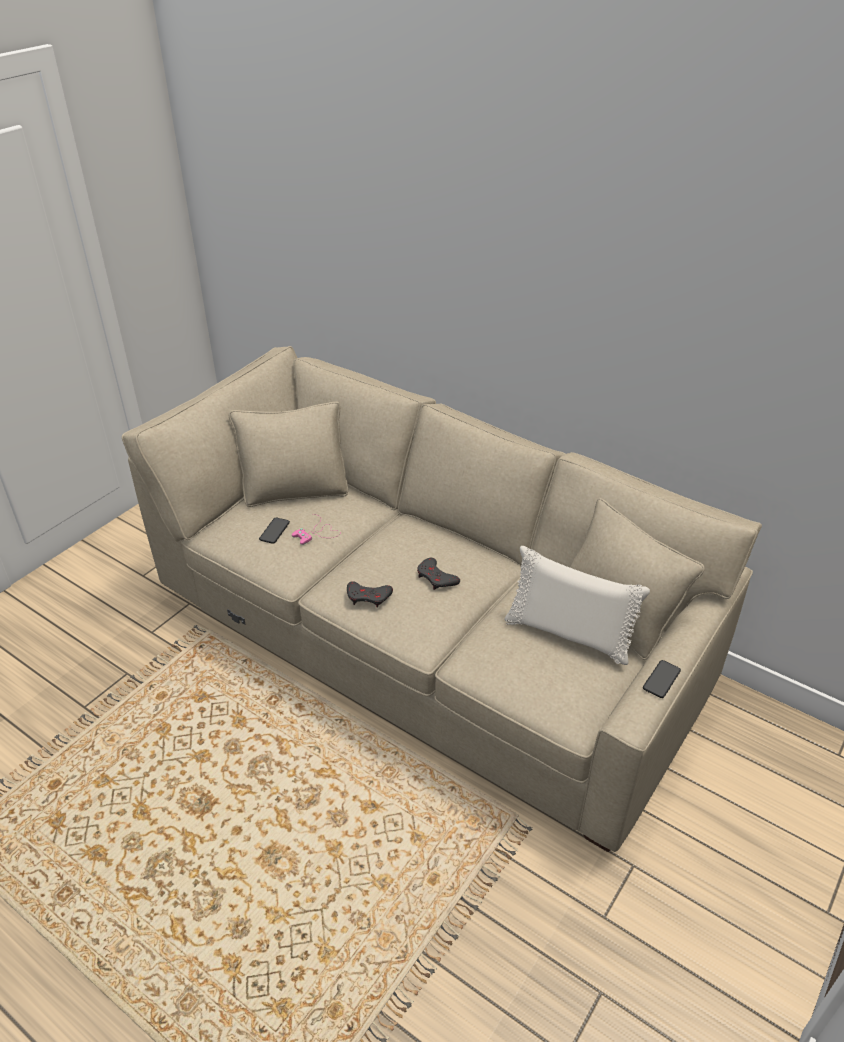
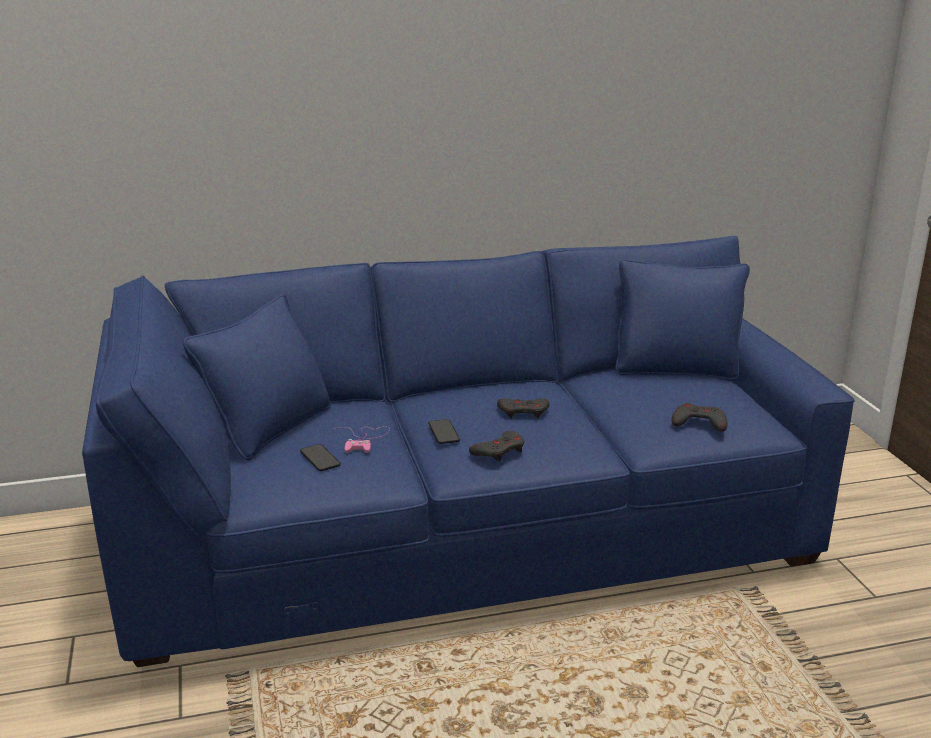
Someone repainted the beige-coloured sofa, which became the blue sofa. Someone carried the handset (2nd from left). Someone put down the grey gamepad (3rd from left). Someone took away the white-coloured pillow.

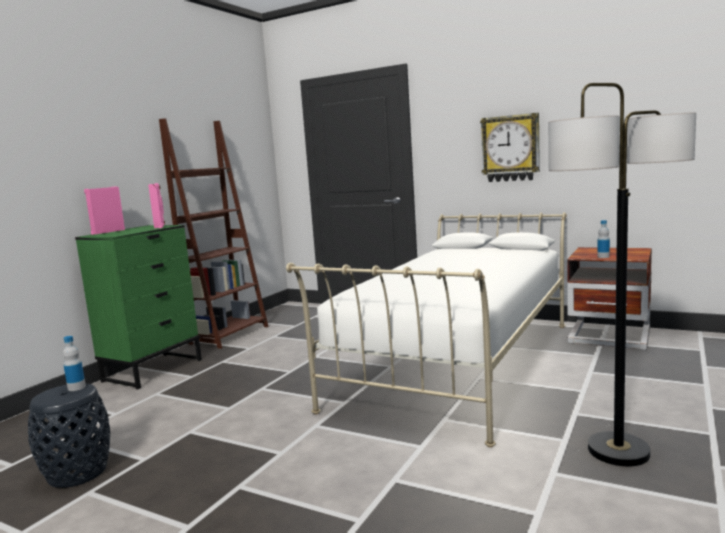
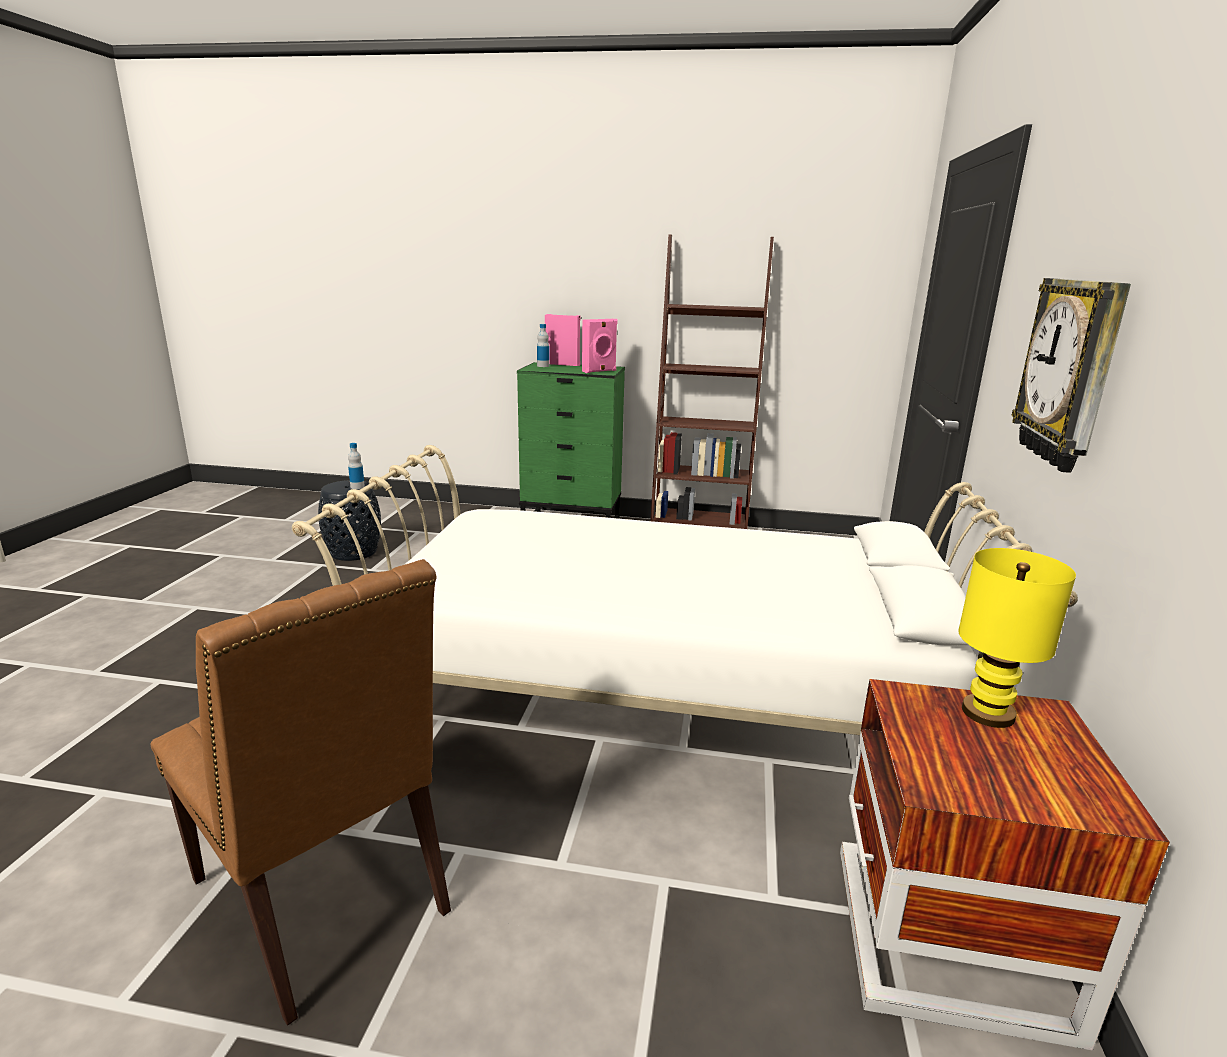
Someone swapped the standard lamp for the brown-coloured upright chair. Someone carried the beverage bottle (2nd from left). Someone put down the yellow-coloured lamp for a table.

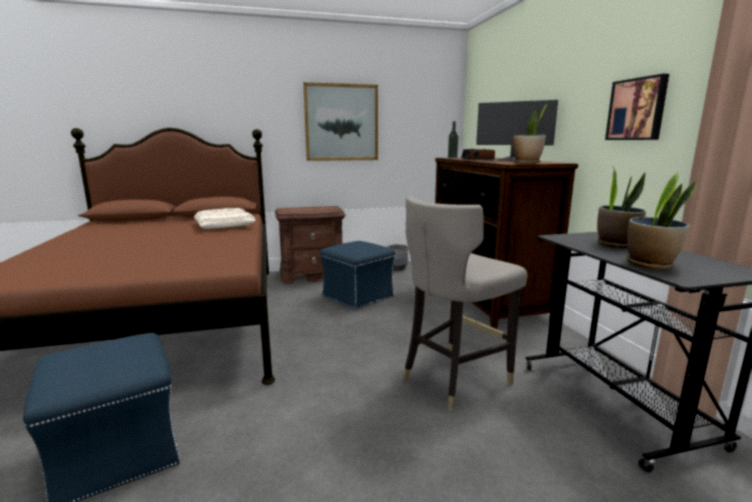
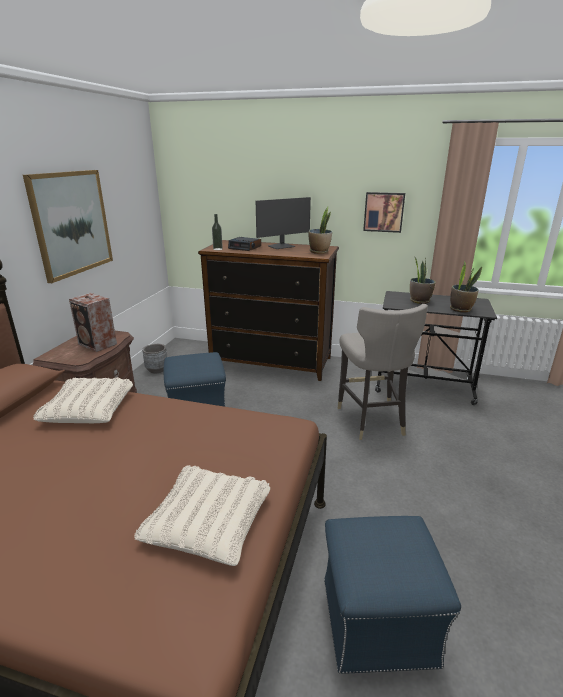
Someone put down the loudspeaker. Someone put down the beige-coloured pillow (2nd from left).

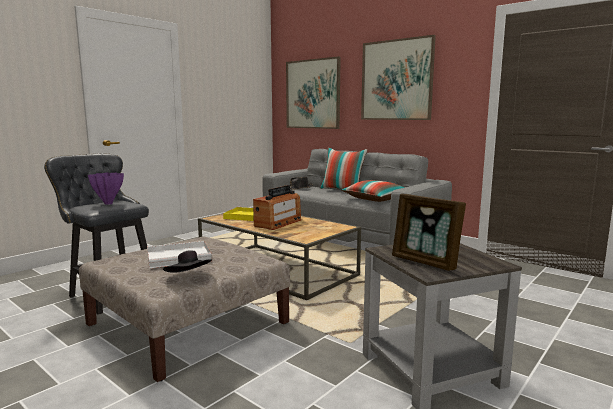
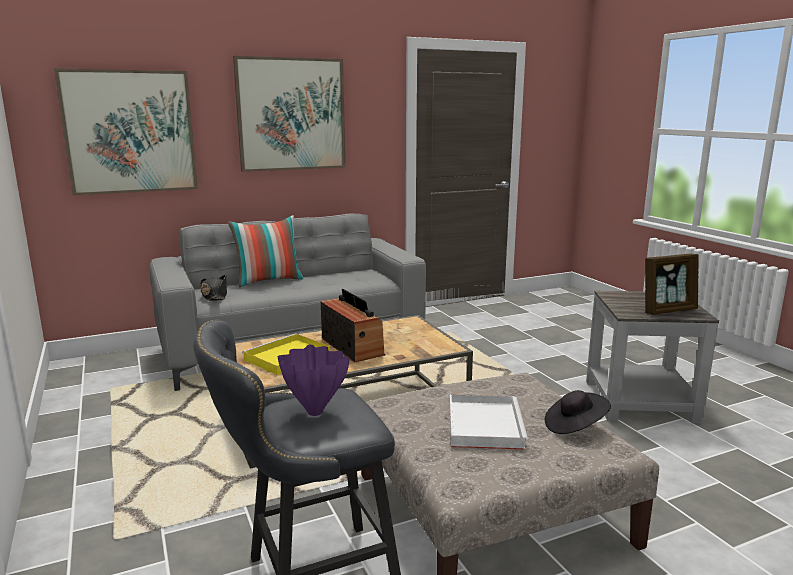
Someone took away the pillow (2nd from left).

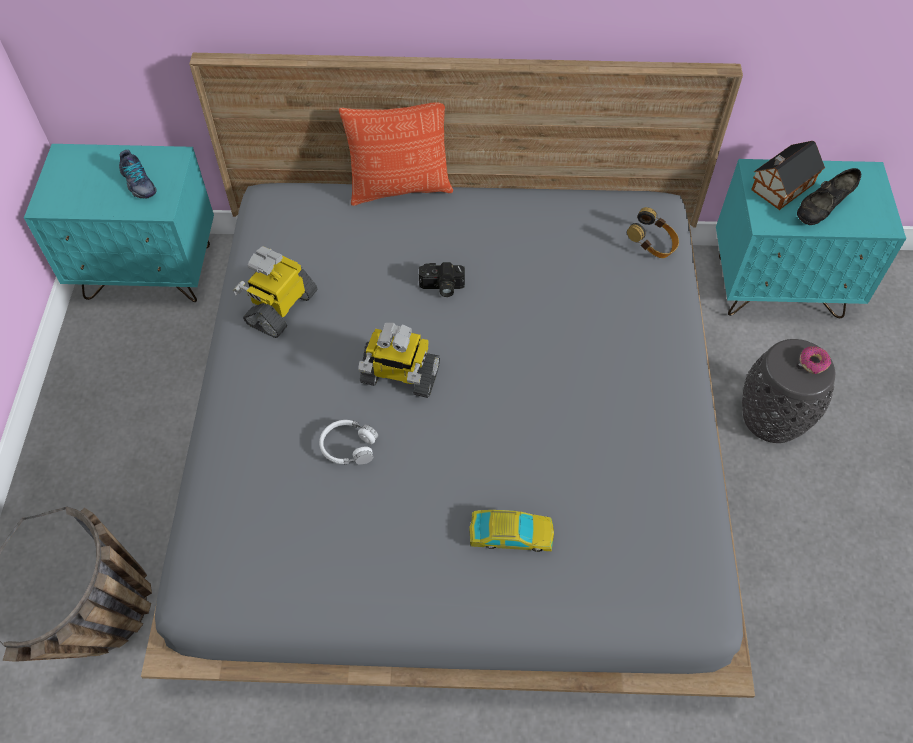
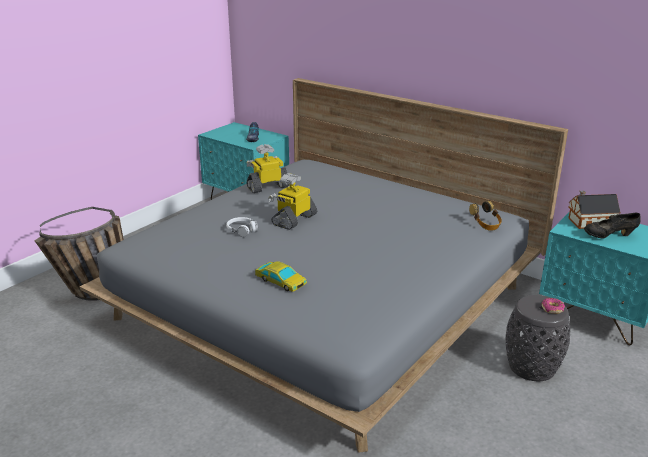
Someone rotated the robot figure (2nd from left) by 75 degrees clockwise. Someone took away the orange-coloured pillow. Someone took away the still camera.

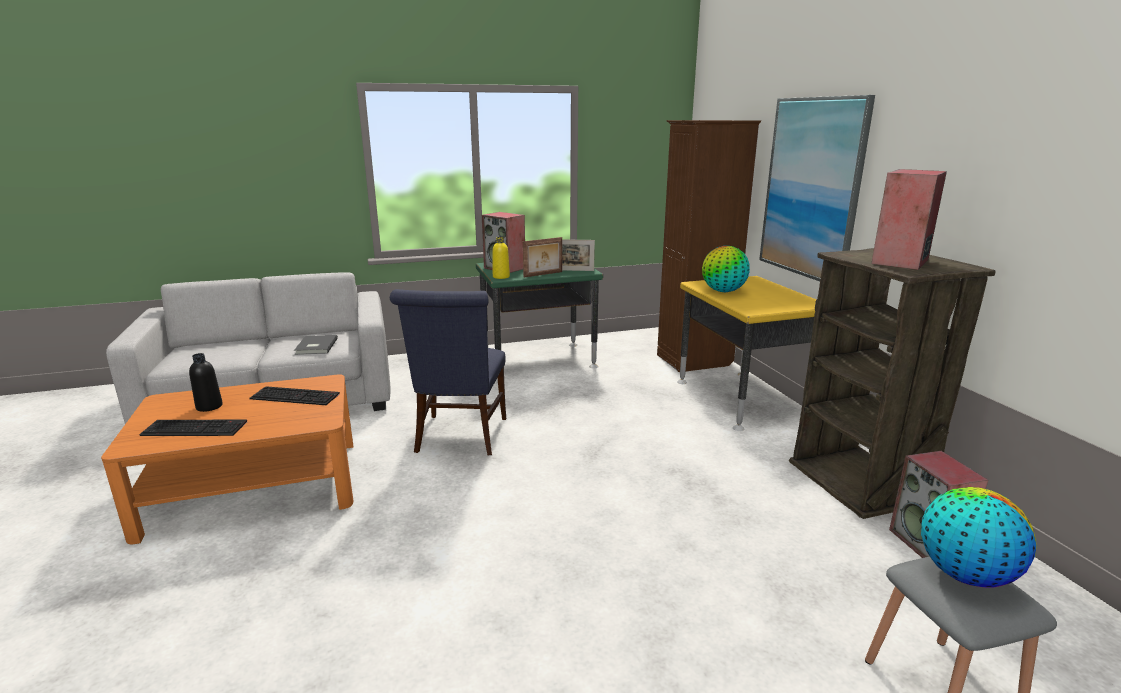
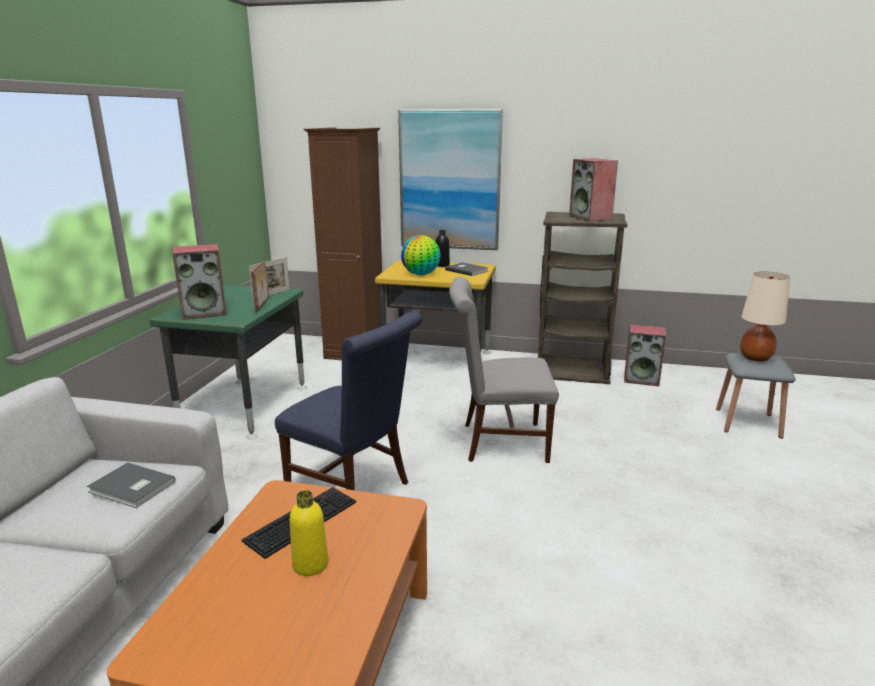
Someone carried the yellow-coloured beverage bottle. Someone carried the blackish beverage bottle. Someone put down the grey volume (2nd from left). Someone put down the grey upright chair. Someone swapped the globe (2nd from left) for the beige-coloured lamp for a table. Someone took away the computer keyboard (1st from left).

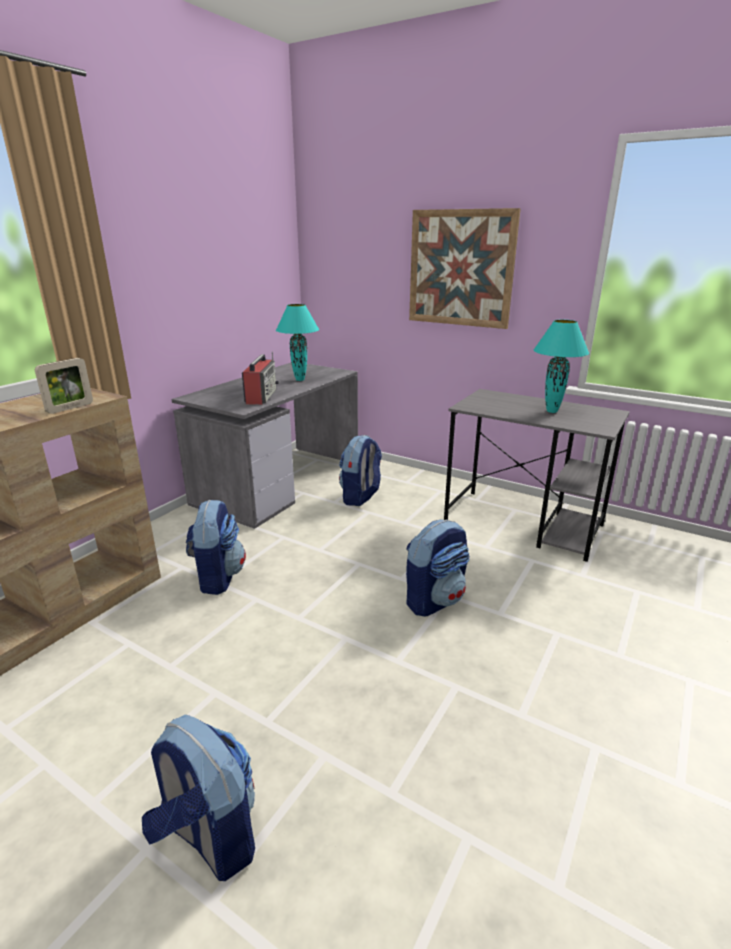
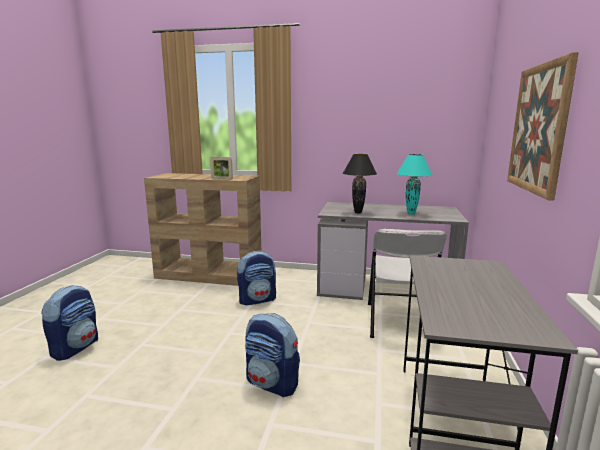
Someone swapped the radio for the blackish lamp for a table. Someone swapped the backpack (3rd from left) for the white-coloured upright chair. Someone took away the blue-green lamp for a table (2nd from left).

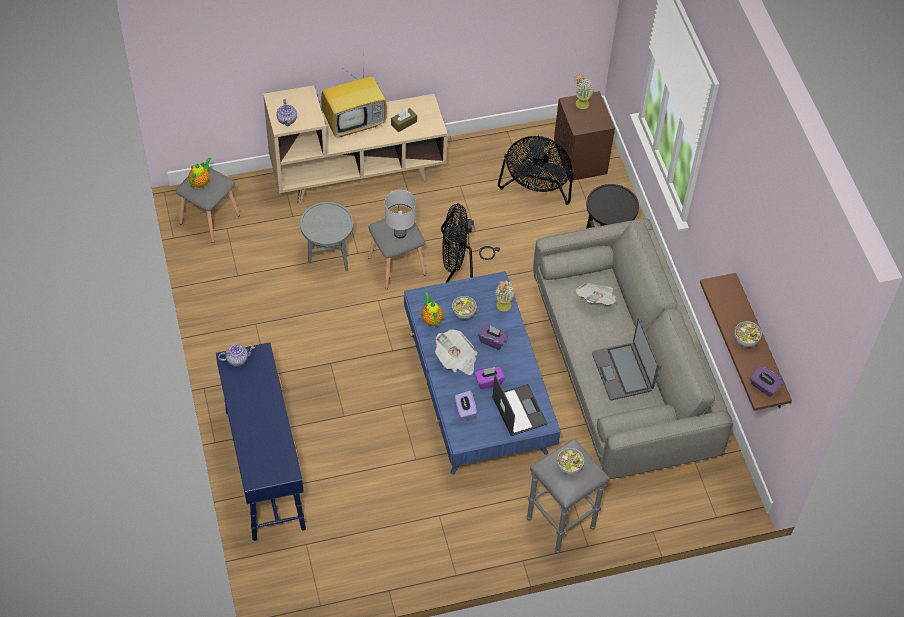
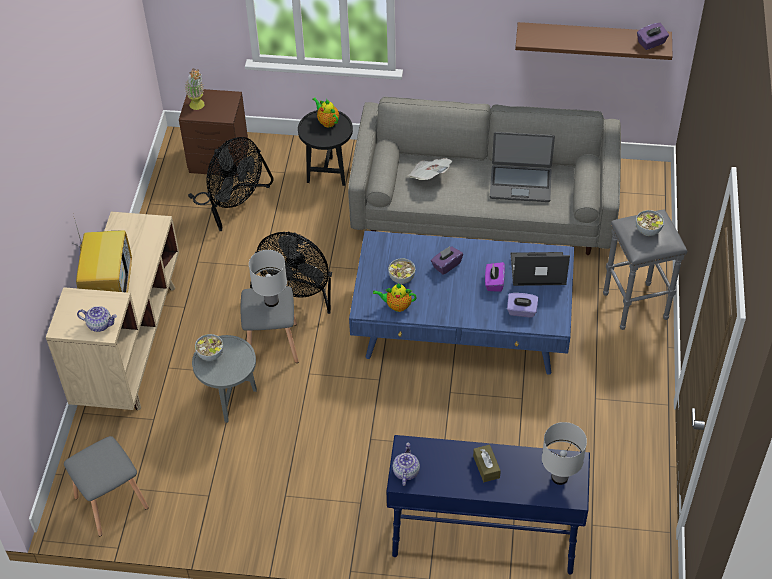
Someone carried the bowl (3rd from left in the first image). Someone carried the pot for tea (1st from left in the first image). Someone carried the brown-coloured tissue box. Someone put down the white-coloured lamp for a table (2nd from left). Someone took away the printed paper (1st from left). Someone took away the houseplant (1st from left).

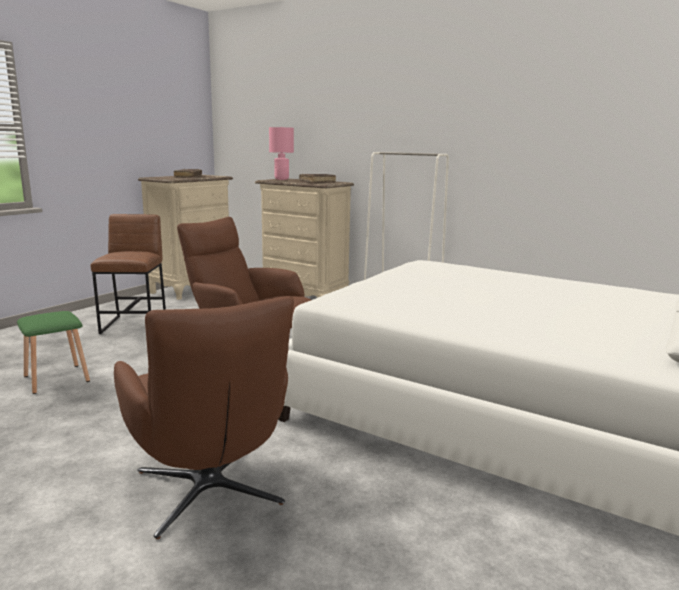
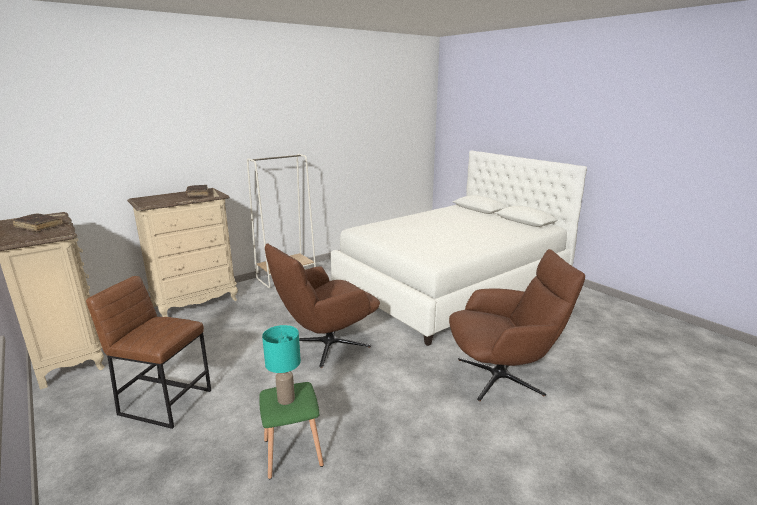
Someone put down the blue-green lamp for a table. Someone took away the pinkish lamp for a table.

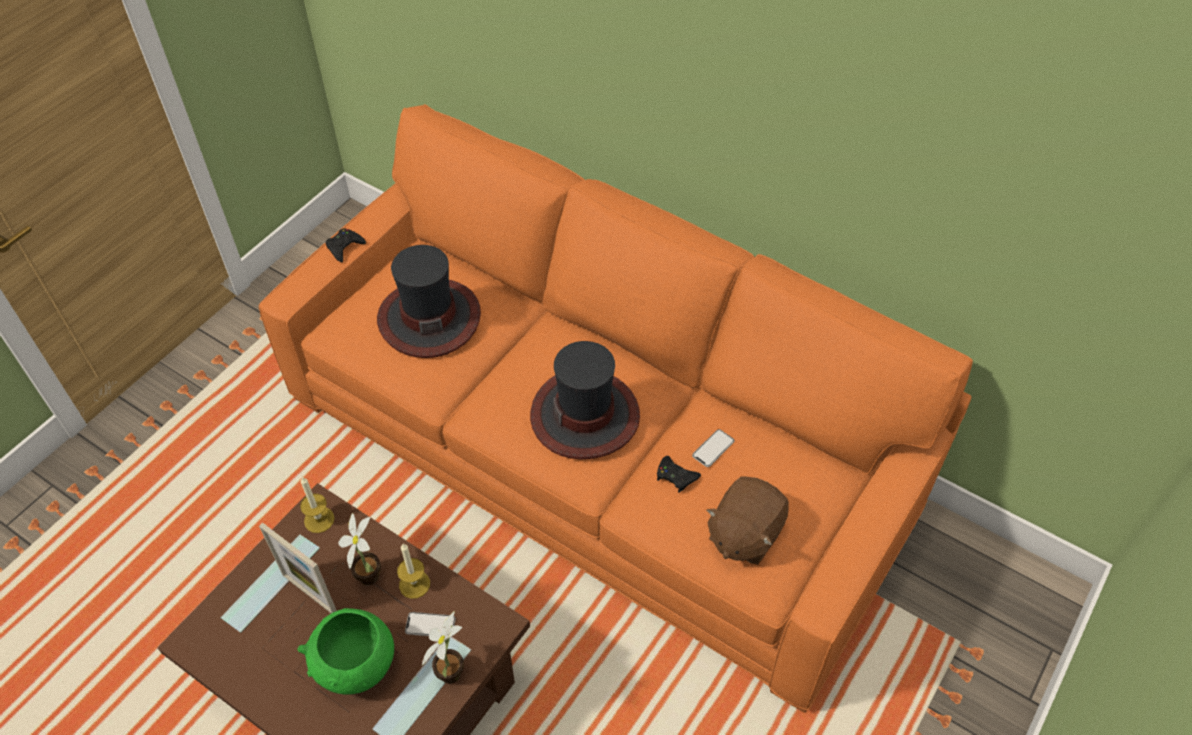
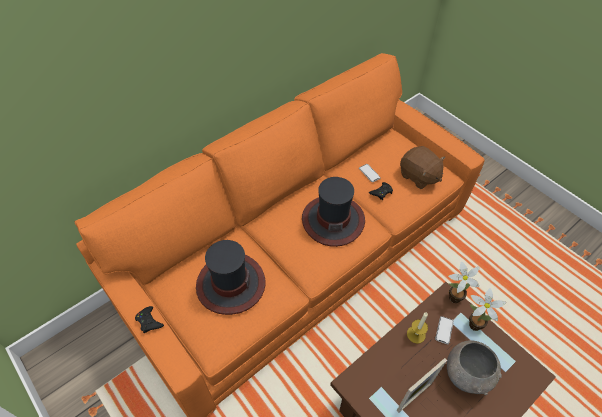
Someone repainted the green-coloured bowl, which became the grey bowl. Someone carried the houseplant (1st from left). Someone took away the candle (1st from left).

